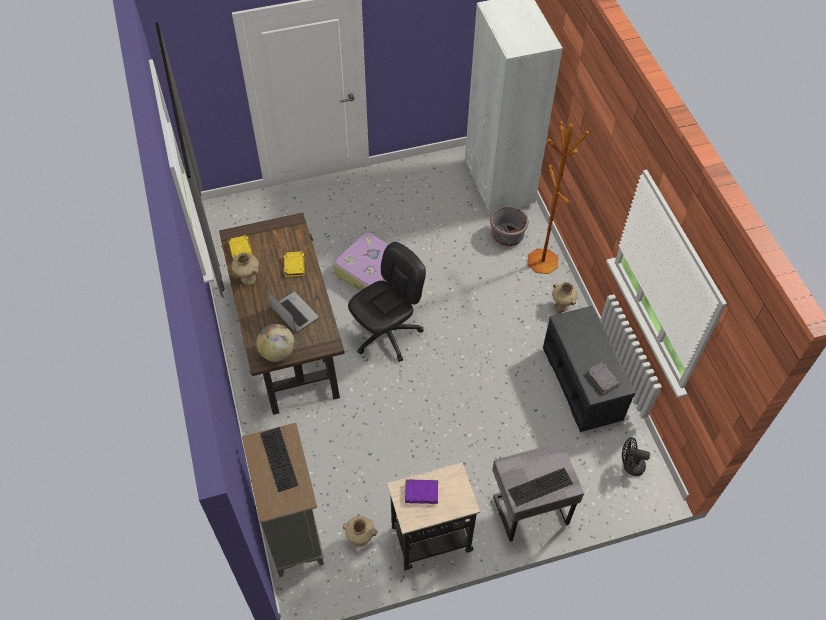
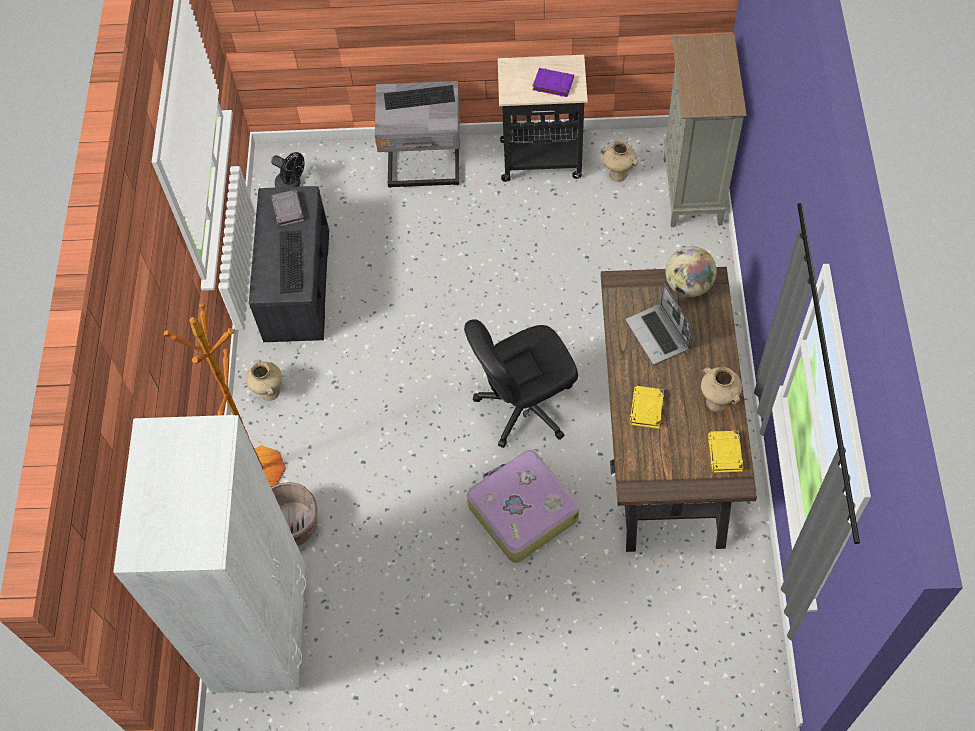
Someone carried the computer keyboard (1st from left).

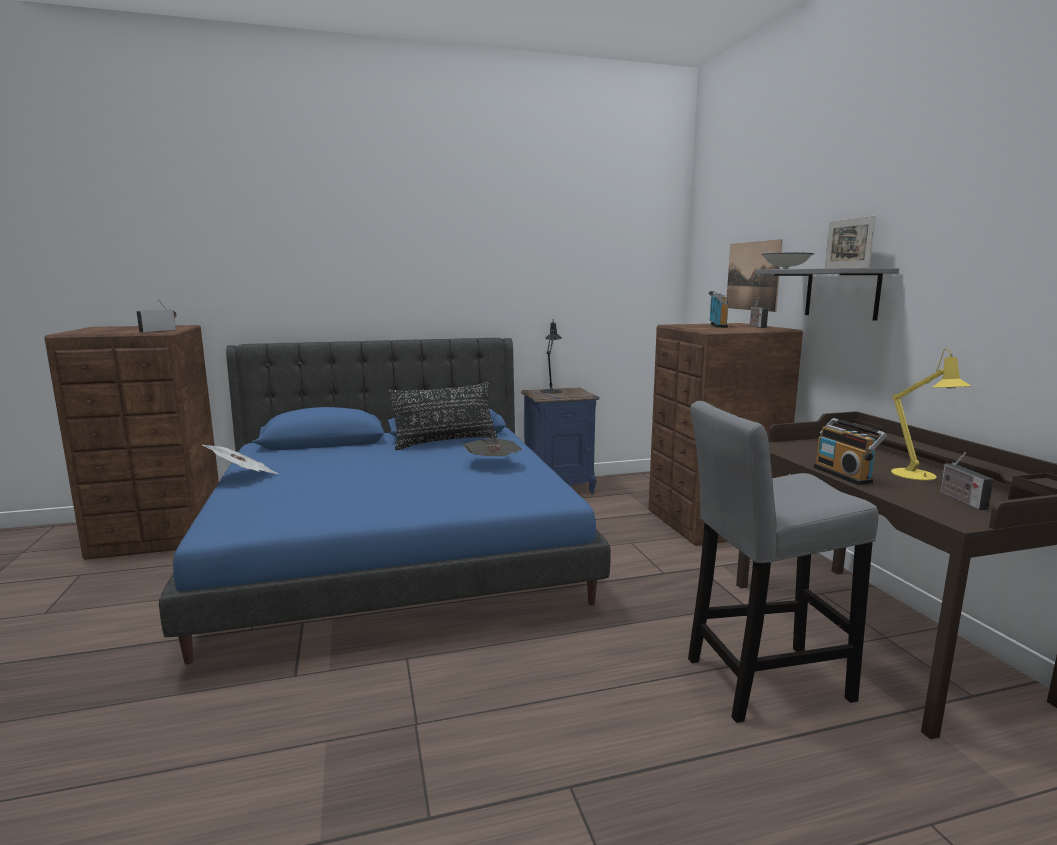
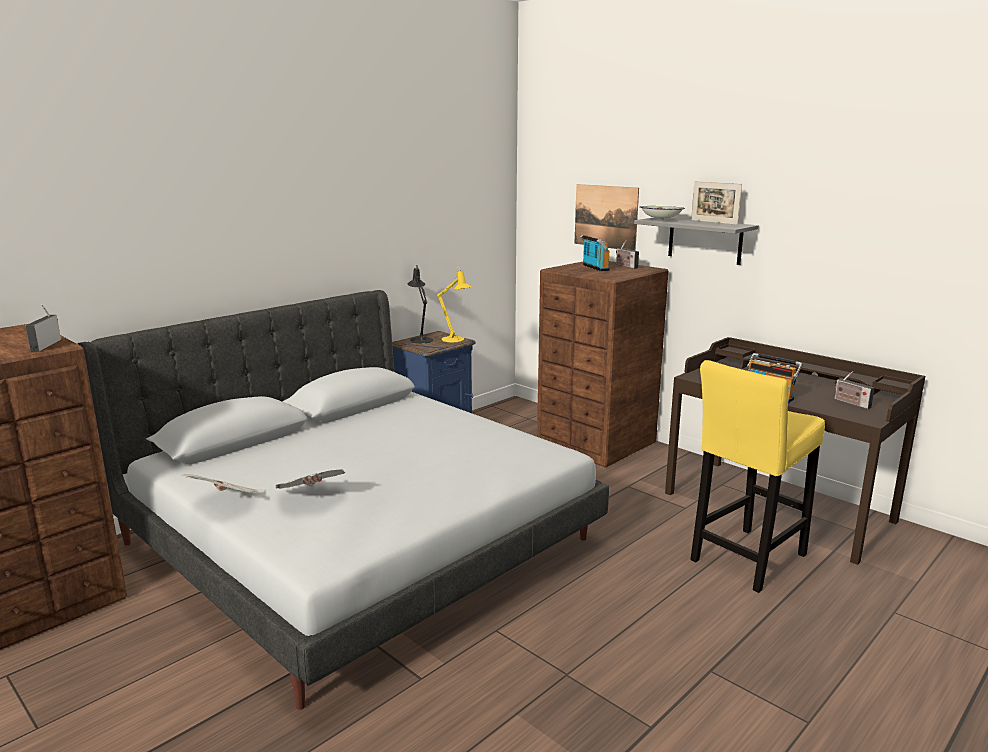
Someone repainted the blue bed, which became the grey bed. Someone carried the printed paper (2nd from left). Someone carried the yellow-coloured lamp for a table. Someone repainted the grey stool, which became the yellow-coloured stool. Someone took away the blackish pillow.

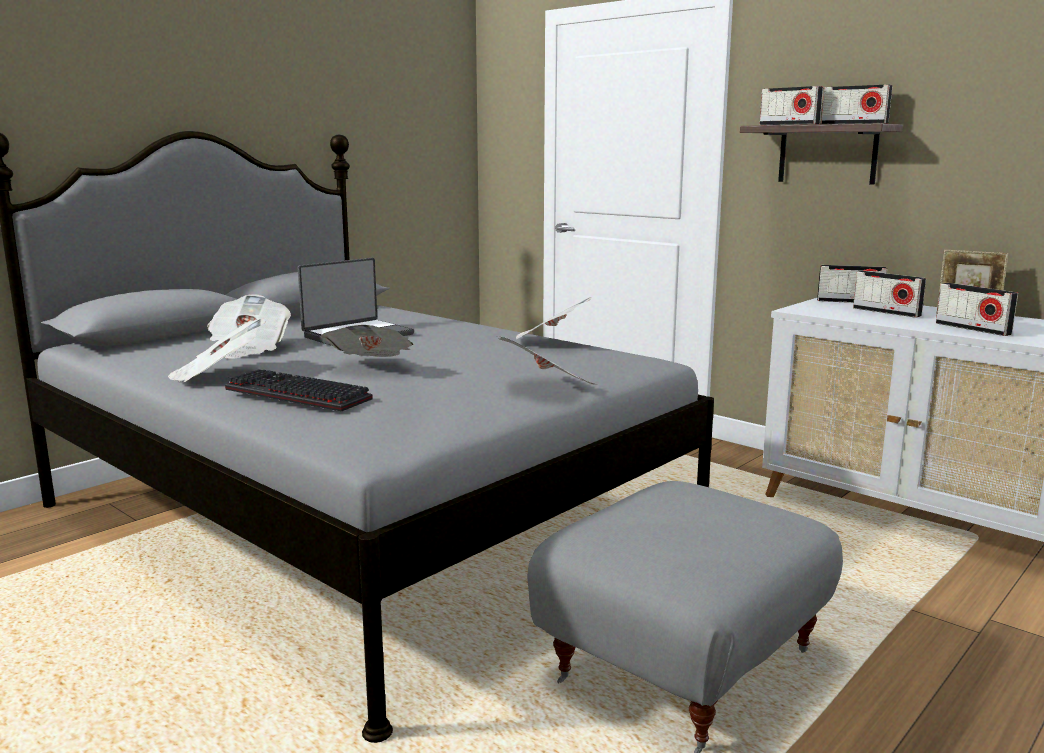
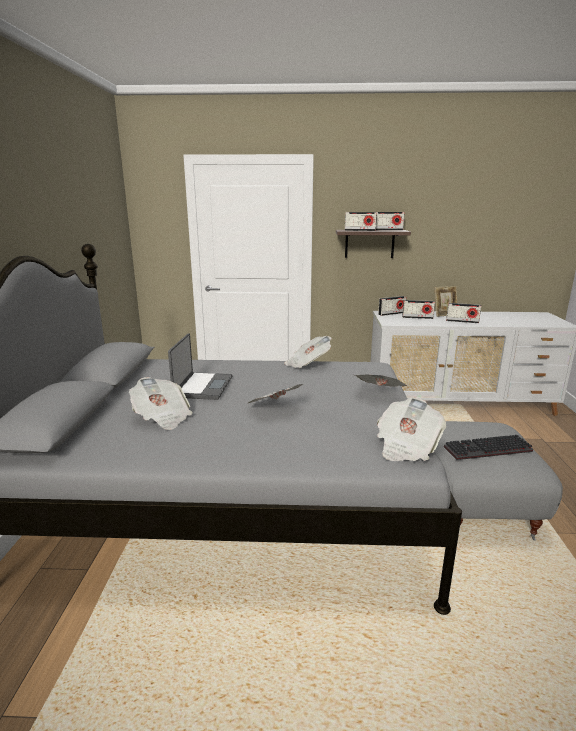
Someone carried the printed paper (1st from left in the first image). Someone carried the computer keyboard.

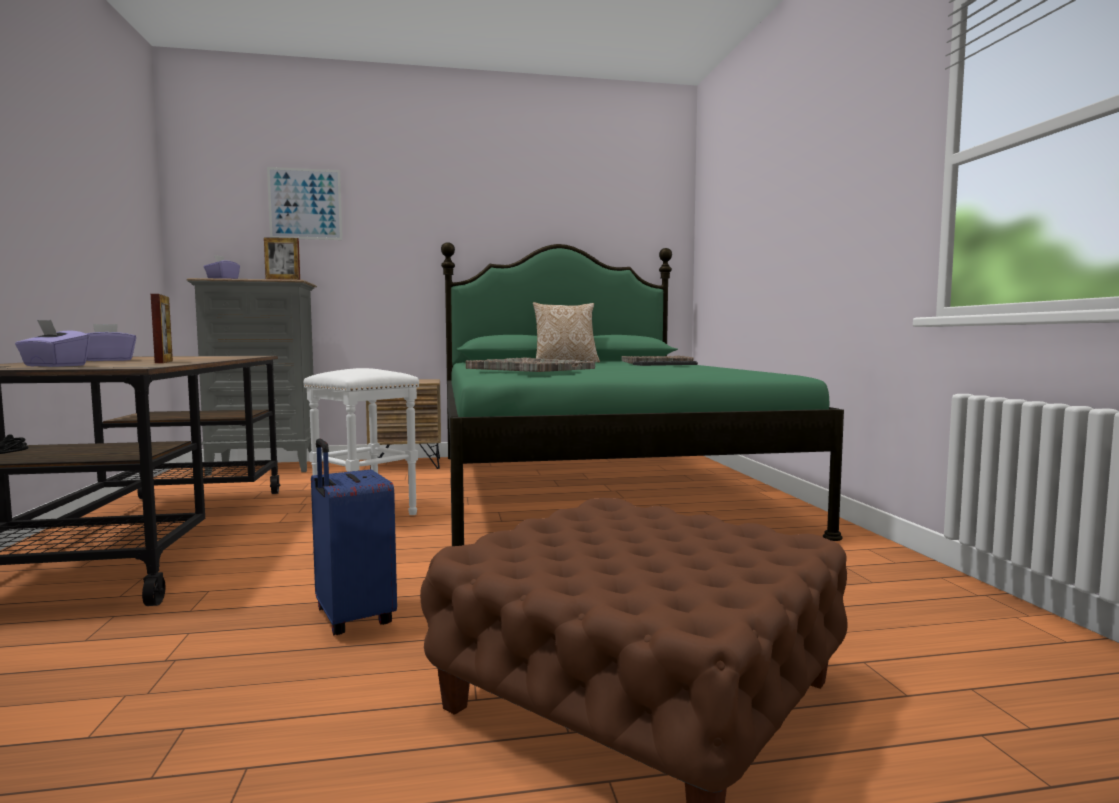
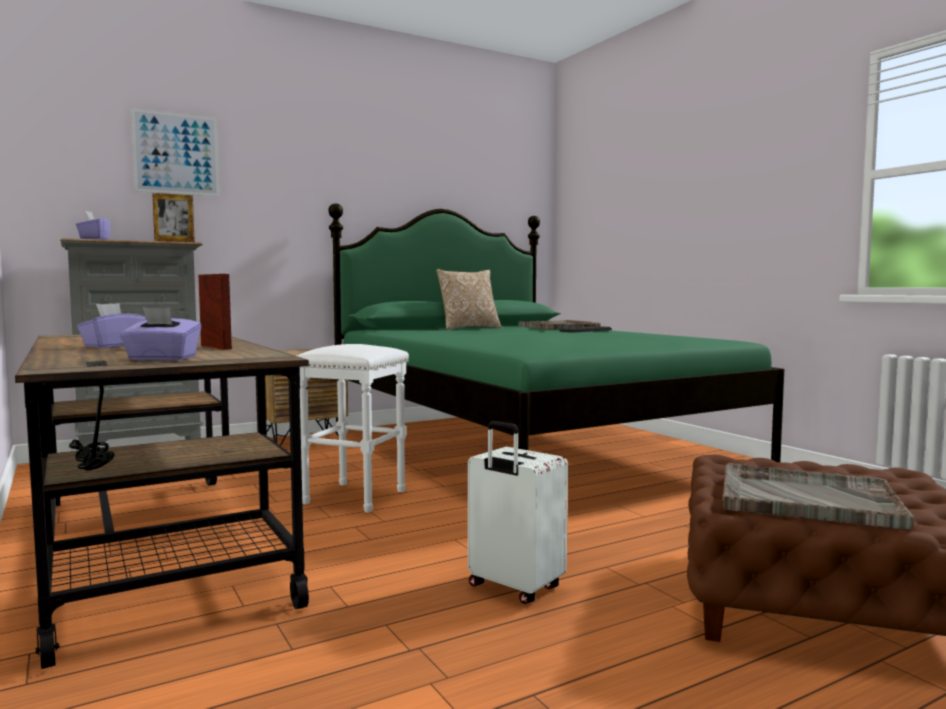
Someone repainted the blue piece of luggage, which became the white-coloured piece of luggage. Someone carried the grey tray (1st from left in the first image).

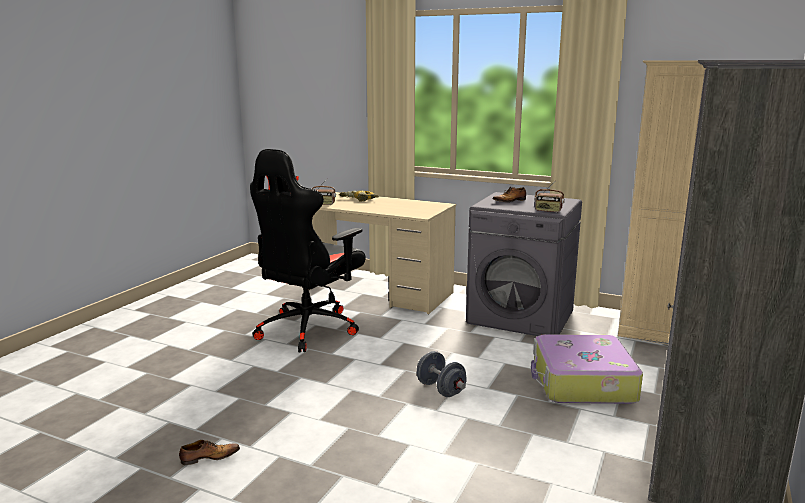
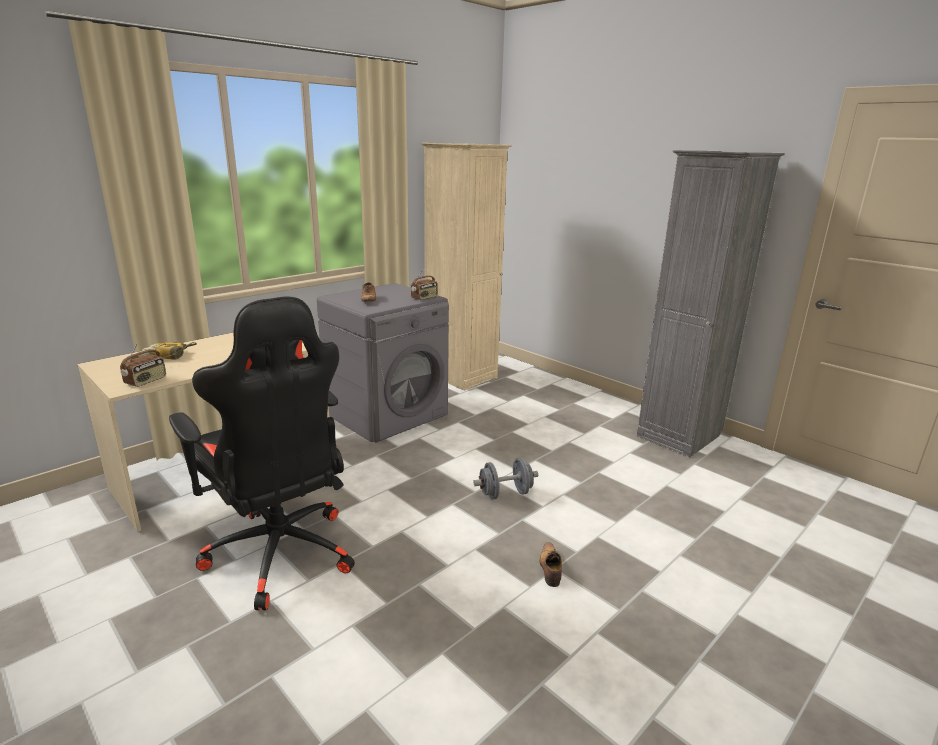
Someone carried the shoe (1st from left in the first image). Someone took away the piece of luggage.

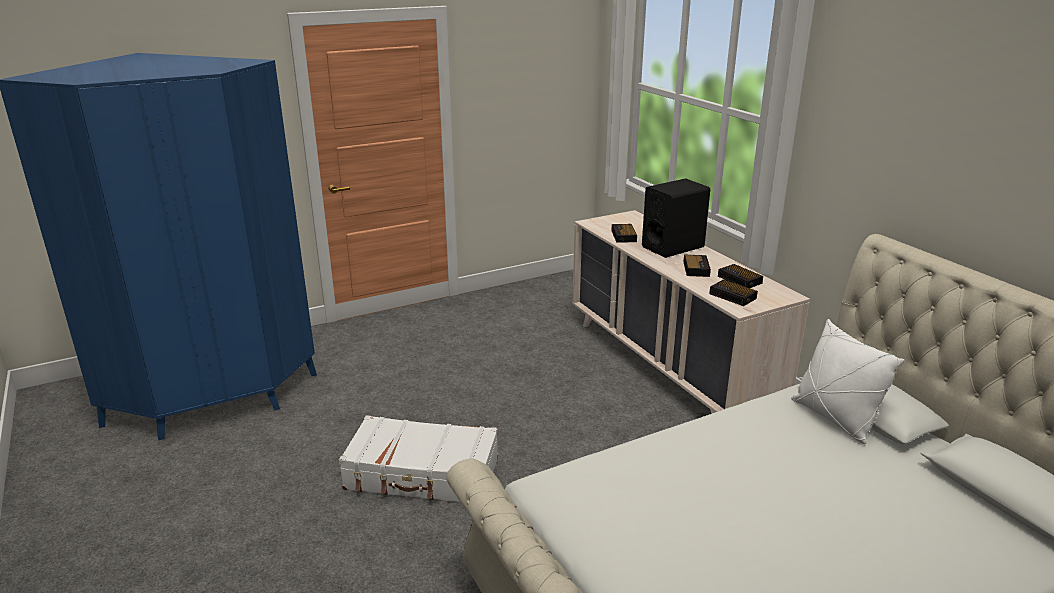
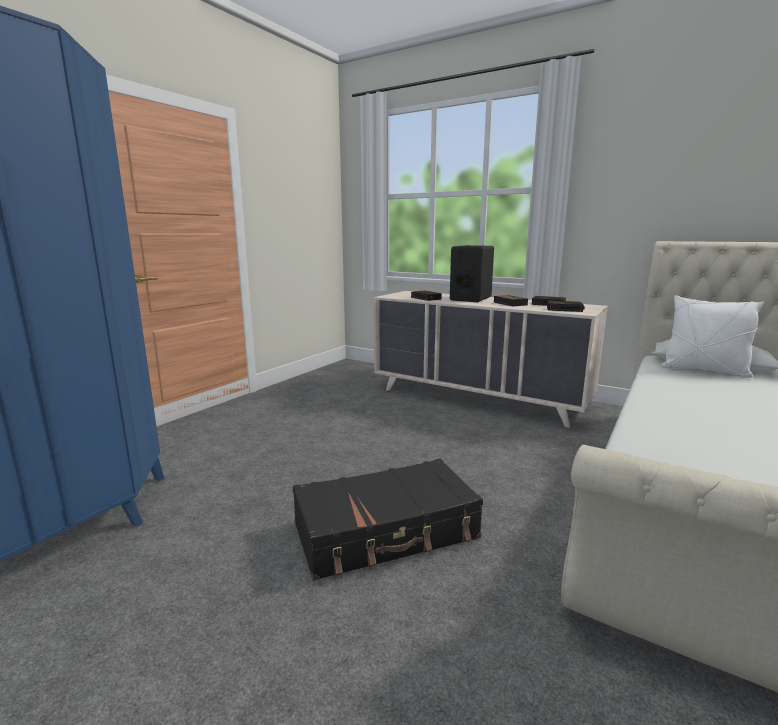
Someone repainted the white-coloured piece of luggage, which became the blackish piece of luggage.

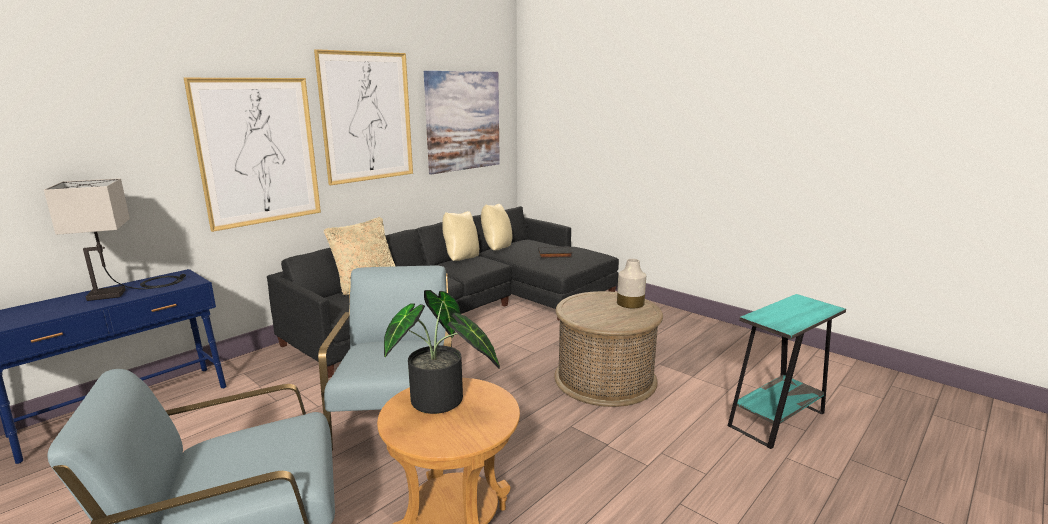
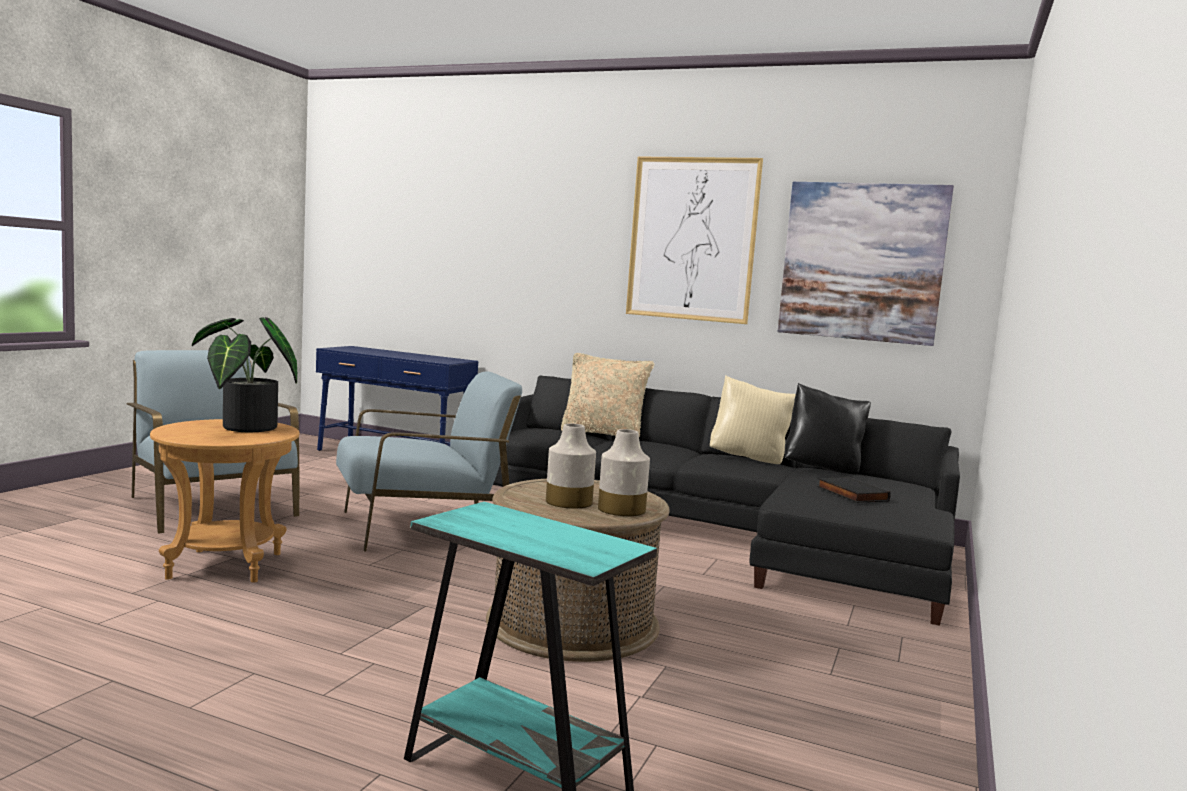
Someone put down the beige-coloured vase (1st from left). Someone repainted the beige-coloured pillow (3rd from left), which became the blackish pillow. Someone took away the lamp for a table. Someone took away the wall picture (1st from left).

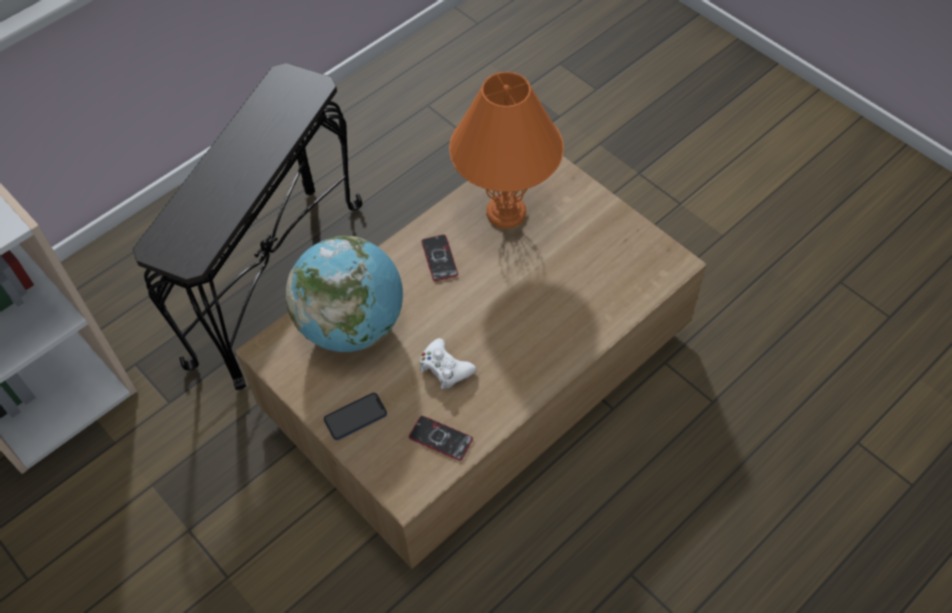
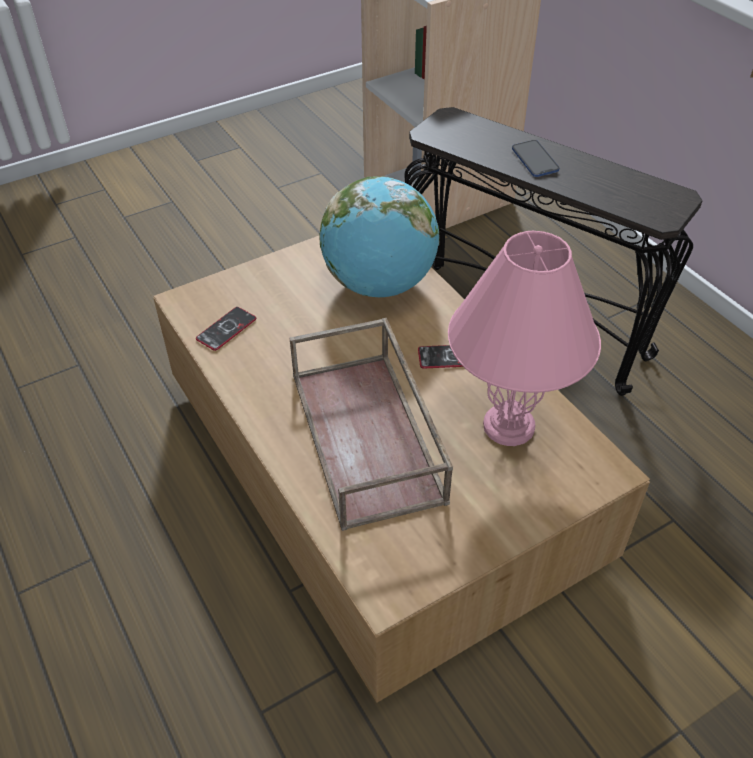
Someone put down the brown-coloured tray. Someone repainted the orange-coloured lamp for a table, which became the pinkish lamp for a table. Someone carried the handset (1st from left in the first image). Someone took away the white-coloured gamepad.

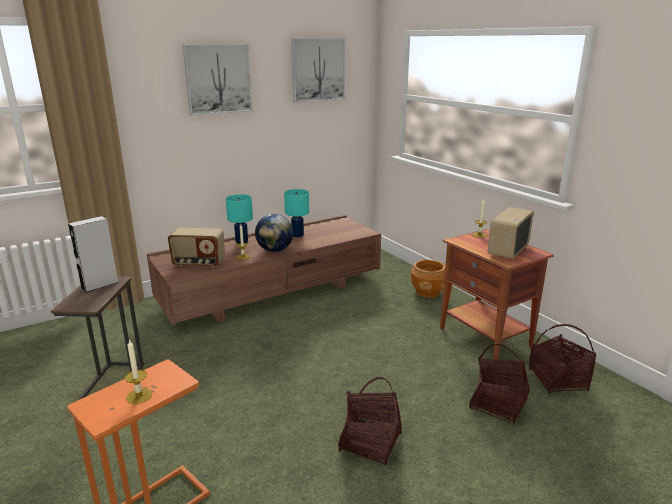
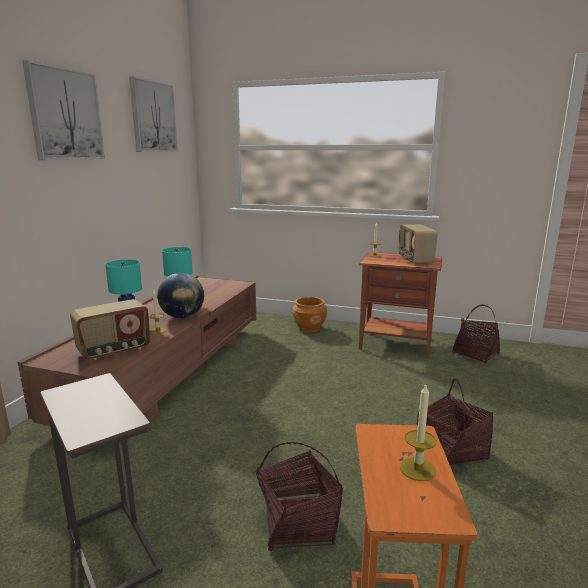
Someone carried the basket (2nd from left in the first image). Someone took away the grey loudspeaker.

